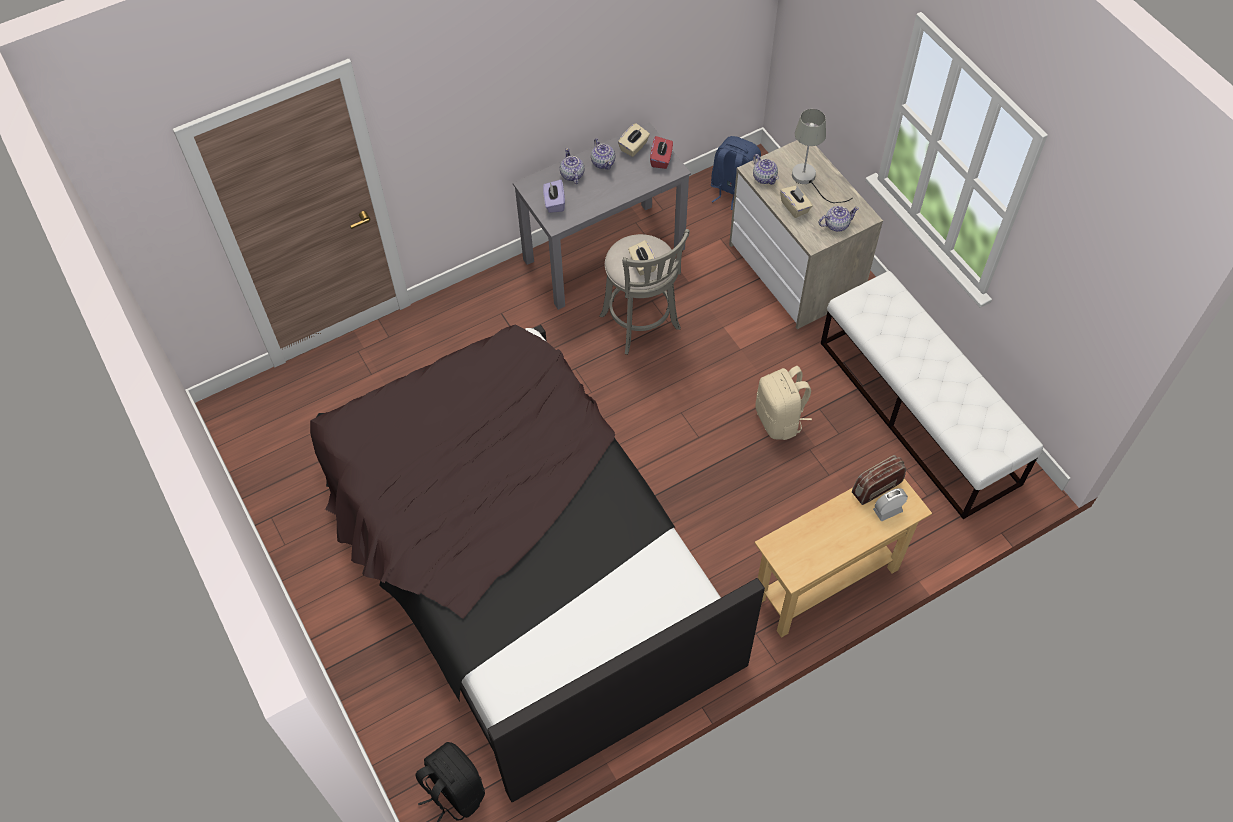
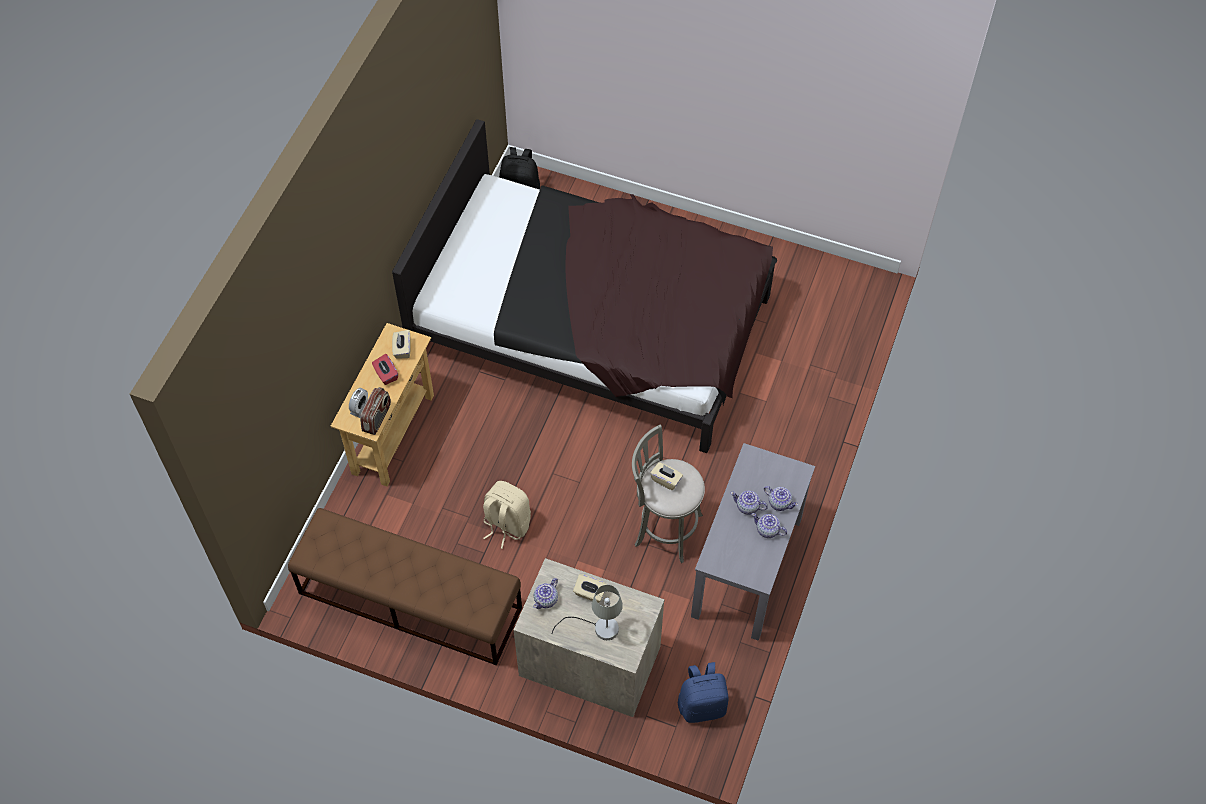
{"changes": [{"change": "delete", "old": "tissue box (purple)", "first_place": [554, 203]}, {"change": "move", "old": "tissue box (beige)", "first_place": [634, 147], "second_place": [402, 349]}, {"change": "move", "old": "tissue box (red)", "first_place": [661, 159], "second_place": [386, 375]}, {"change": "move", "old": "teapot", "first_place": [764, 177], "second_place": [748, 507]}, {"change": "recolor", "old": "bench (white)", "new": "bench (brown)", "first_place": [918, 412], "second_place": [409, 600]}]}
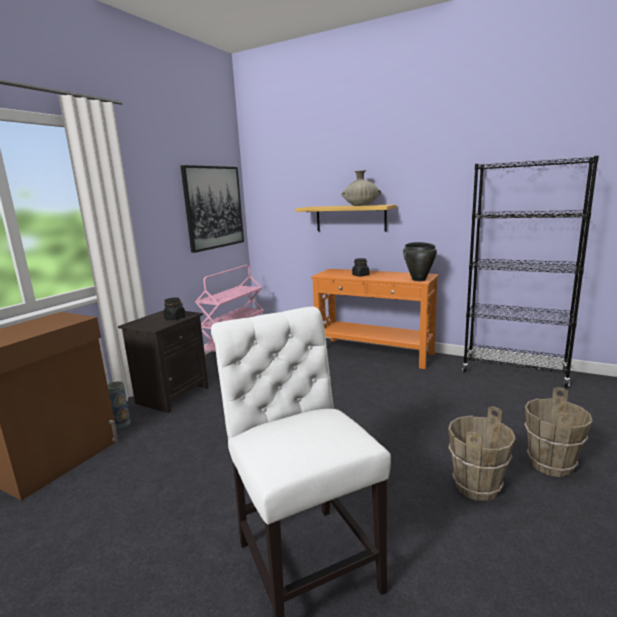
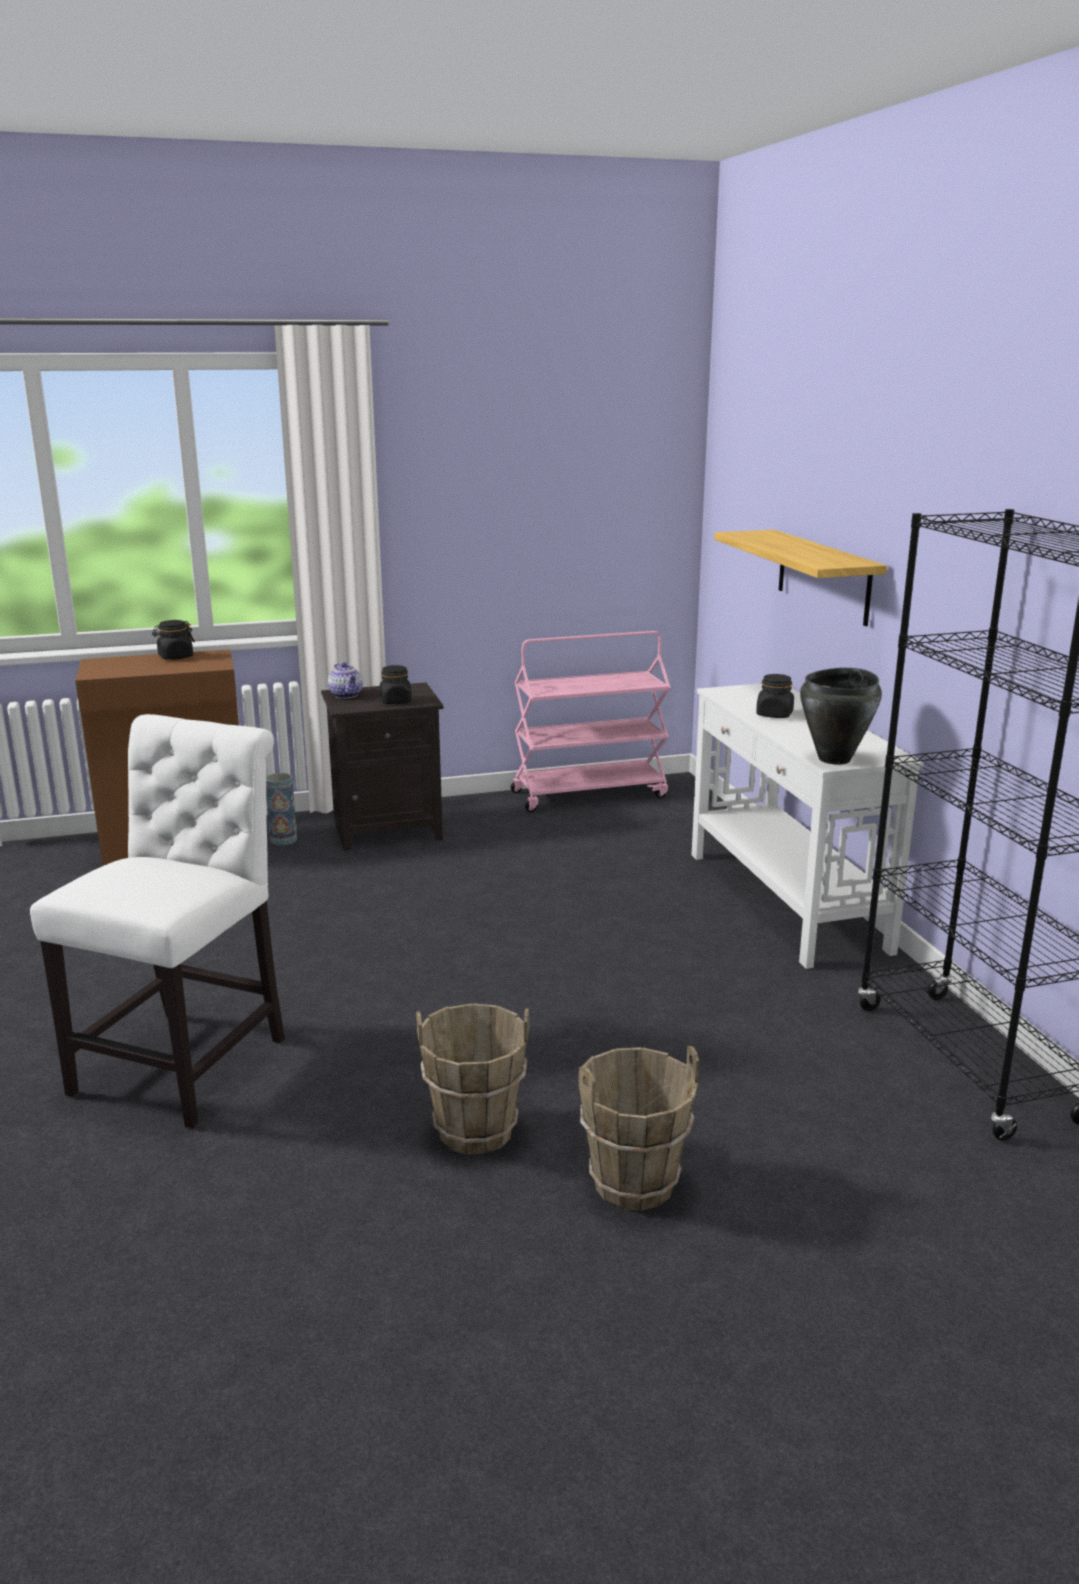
{"changes": [{"change": "delete", "old": "picture", "first_place": [214, 207]}, {"change": "recolor", "old": "console table (orange)", "new": "console table (white)", "first_place": [374, 353], "second_place": [785, 901]}, {"change": "delete", "old": "vase (beige)", "first_place": [361, 205]}, {"change": "insert", "new": "jar (black)", "second_place": [175, 657]}, {"change": "insert", "new": "teapot", "second_place": [346, 695]}]}
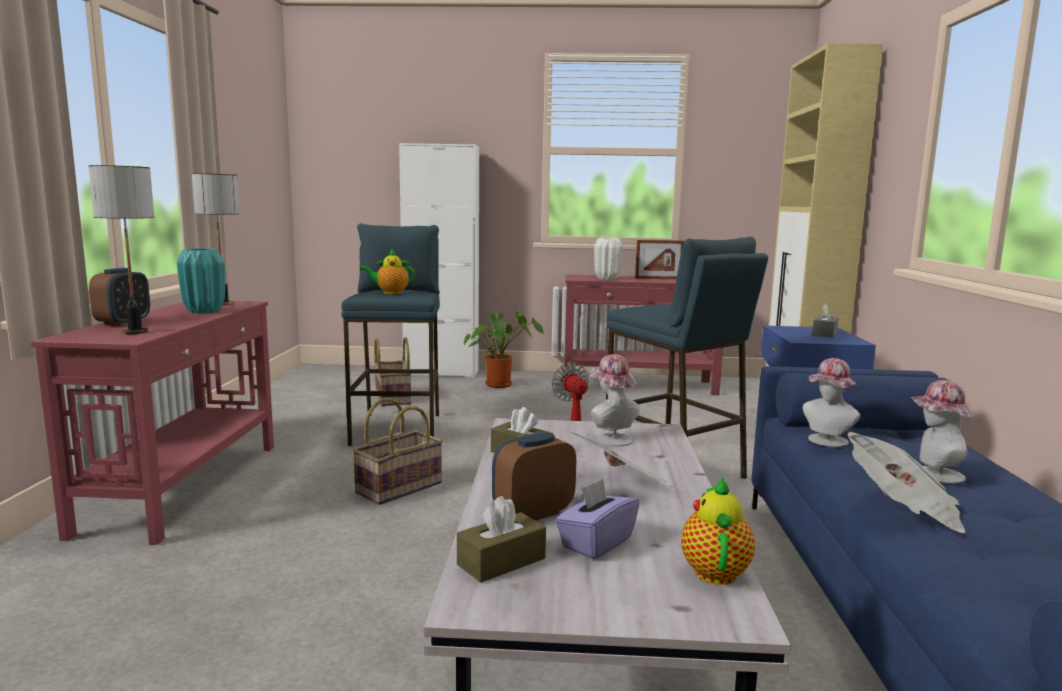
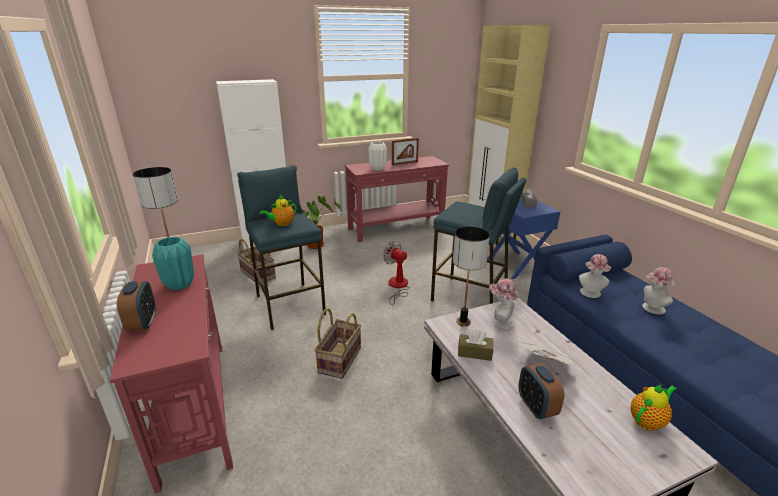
{"changes": [{"change": "move", "old": "table lamp", "first_place": [135, 332], "second_place": [463, 322]}, {"change": "delete", "old": "tissue box (brown)", "first_place": [501, 561]}, {"change": "rotate", "old": "alarm clock", "first_place": [533, 513], "second_place": [536, 407], "degrees": -45}, {"change": "delete", "old": "tissue box (purple)", "first_place": [596, 543]}, {"change": "rotate", "old": "teapot", "first_place": [714, 570], "second_place": [648, 421], "degrees": 75}, {"change": "delete", "old": "newspaper", "first_place": [903, 509]}]}
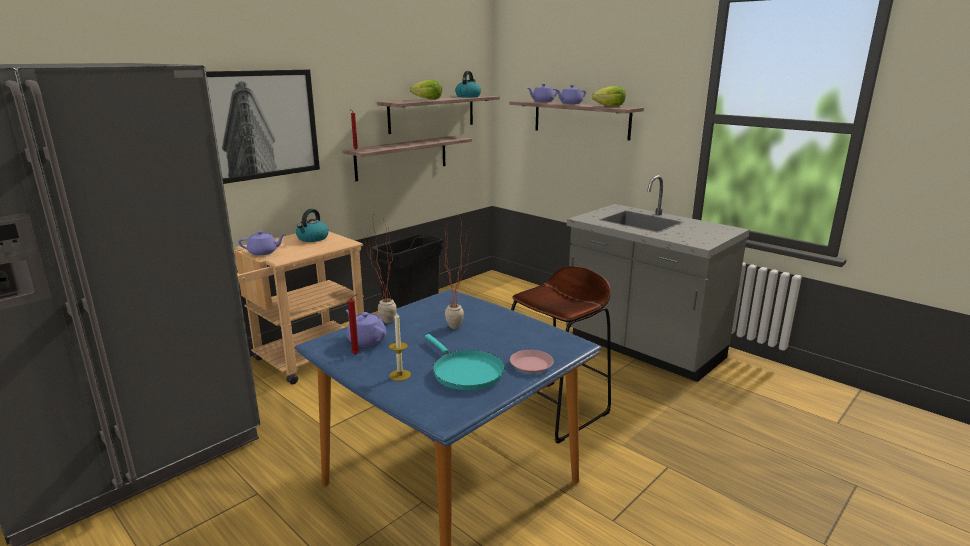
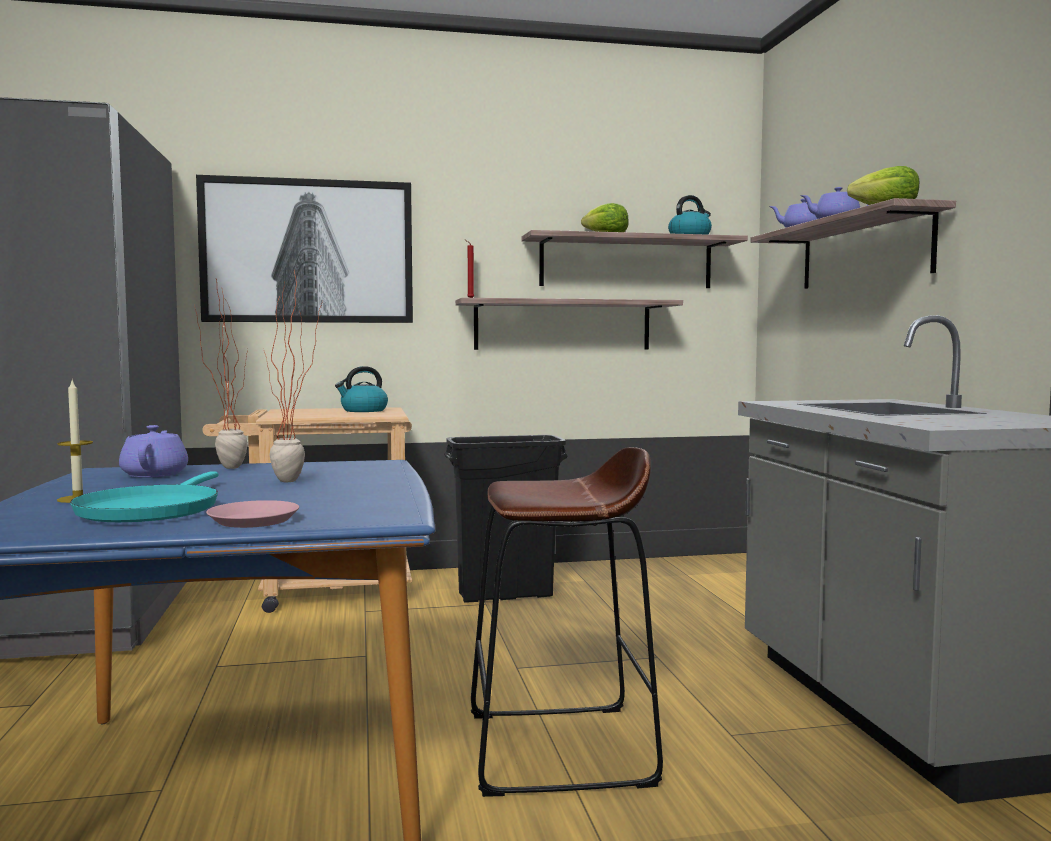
{"changes": [{"change": "delete", "old": "teapot (purple)", "first_place": [263, 252]}, {"change": "delete", "old": "candle (red)", "first_place": [357, 354]}]}
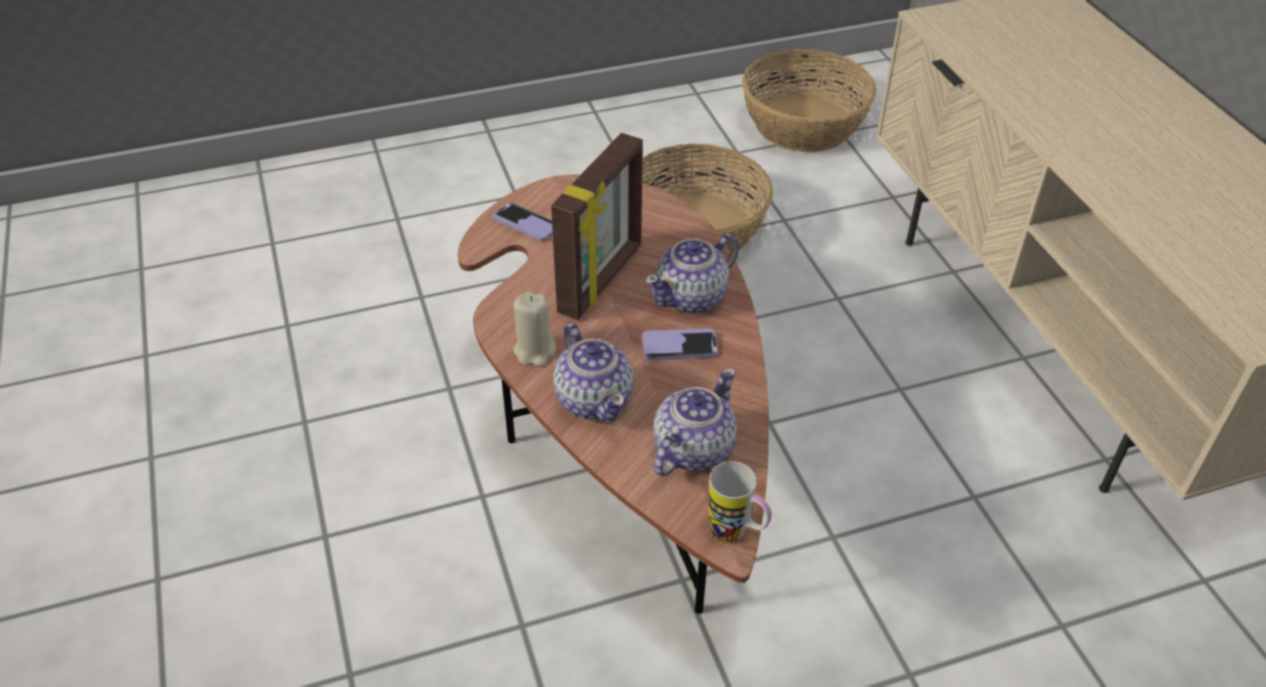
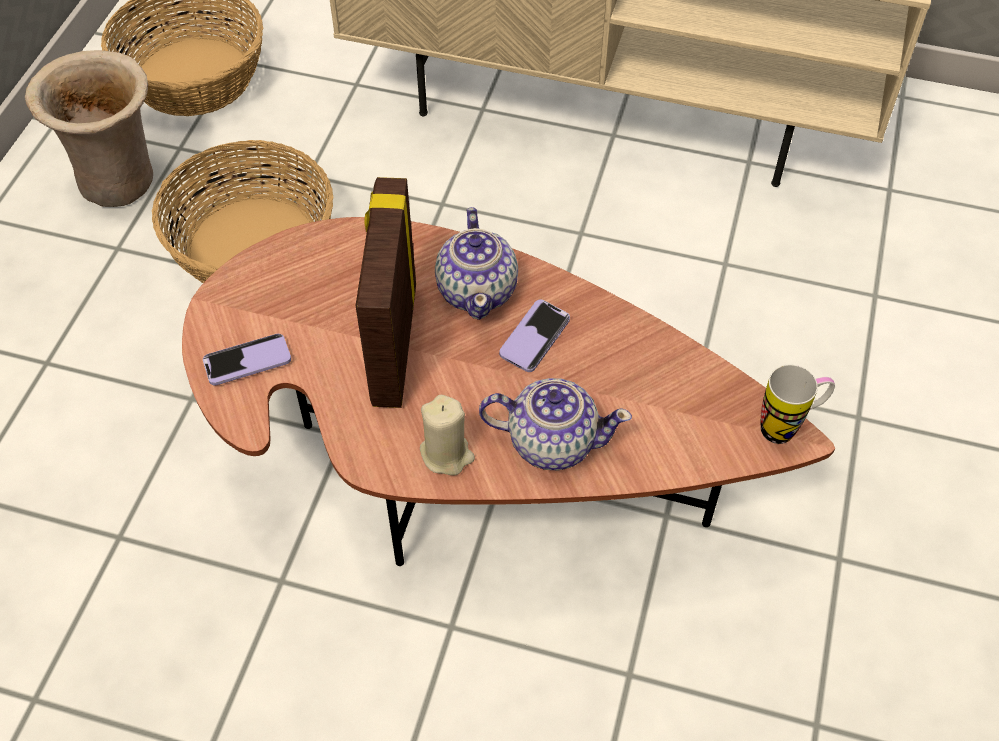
{"changes": [{"change": "rotate", "old": "picture frame", "first_place": [602, 280], "second_place": [392, 344], "degrees": -150}, {"change": "delete", "old": "teapot", "first_place": [692, 450]}, {"change": "insert", "new": "vase (beige)", "second_place": [120, 180]}]}
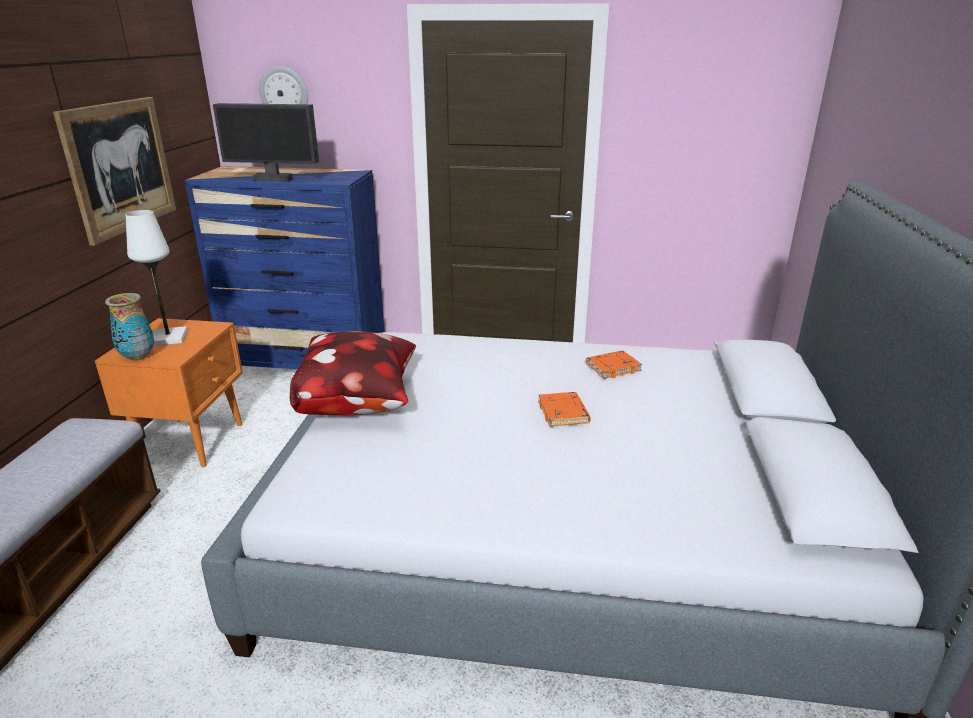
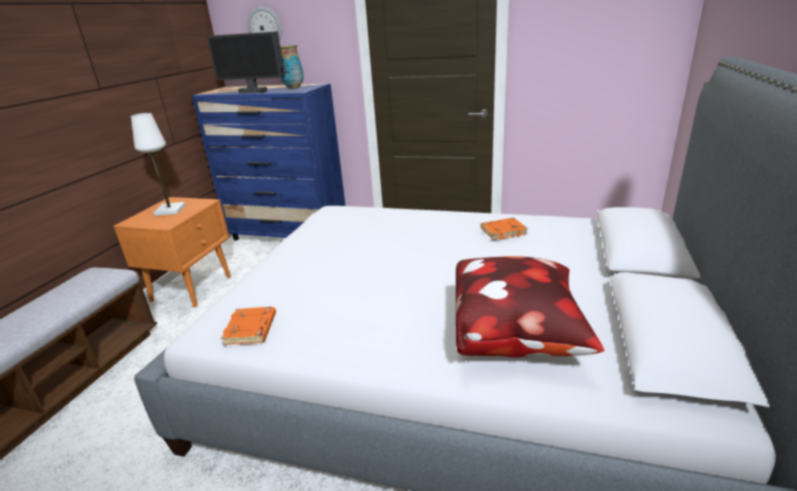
{"changes": [{"change": "delete", "old": "picture", "first_place": [120, 167]}, {"change": "move", "old": "vase", "first_place": [137, 357], "second_place": [293, 88]}, {"change": "move", "old": "pillow", "first_place": [360, 403], "second_place": [516, 337]}, {"change": "move", "old": "book (orange)", "first_place": [564, 413], "second_place": [251, 329]}]}
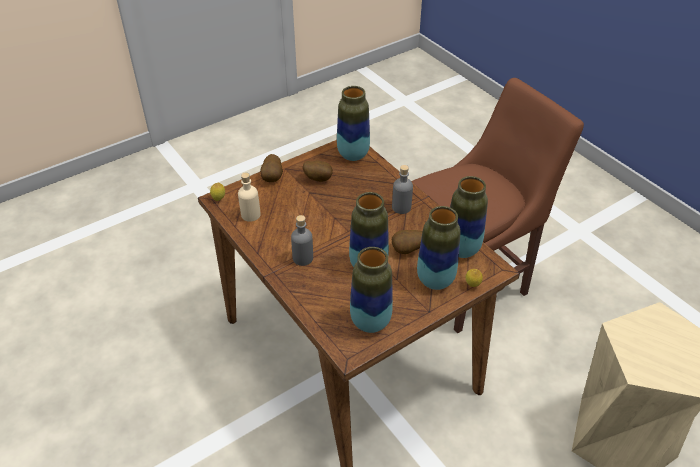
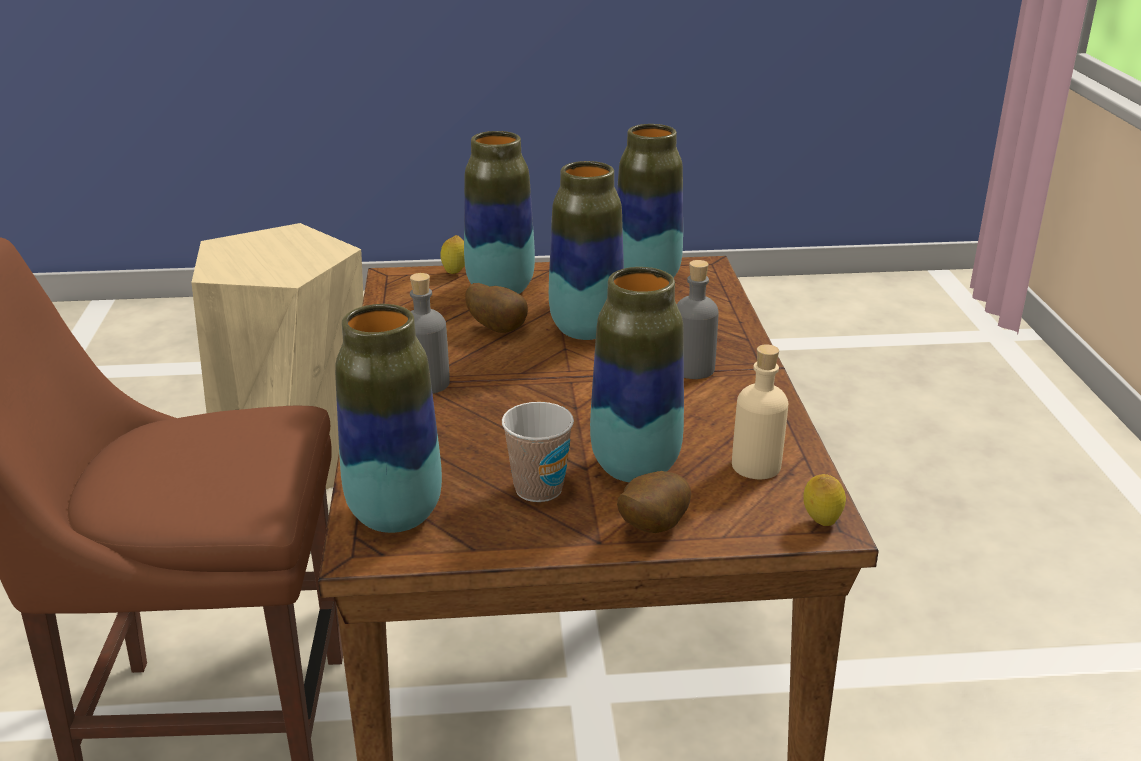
{"changes": [{"change": "replace", "old": "potato", "new": "cup", "first_place": [318, 179], "second_place": [538, 489]}, {"change": "move", "old": "vase", "first_place": [462, 249], "second_place": [635, 468]}]}
